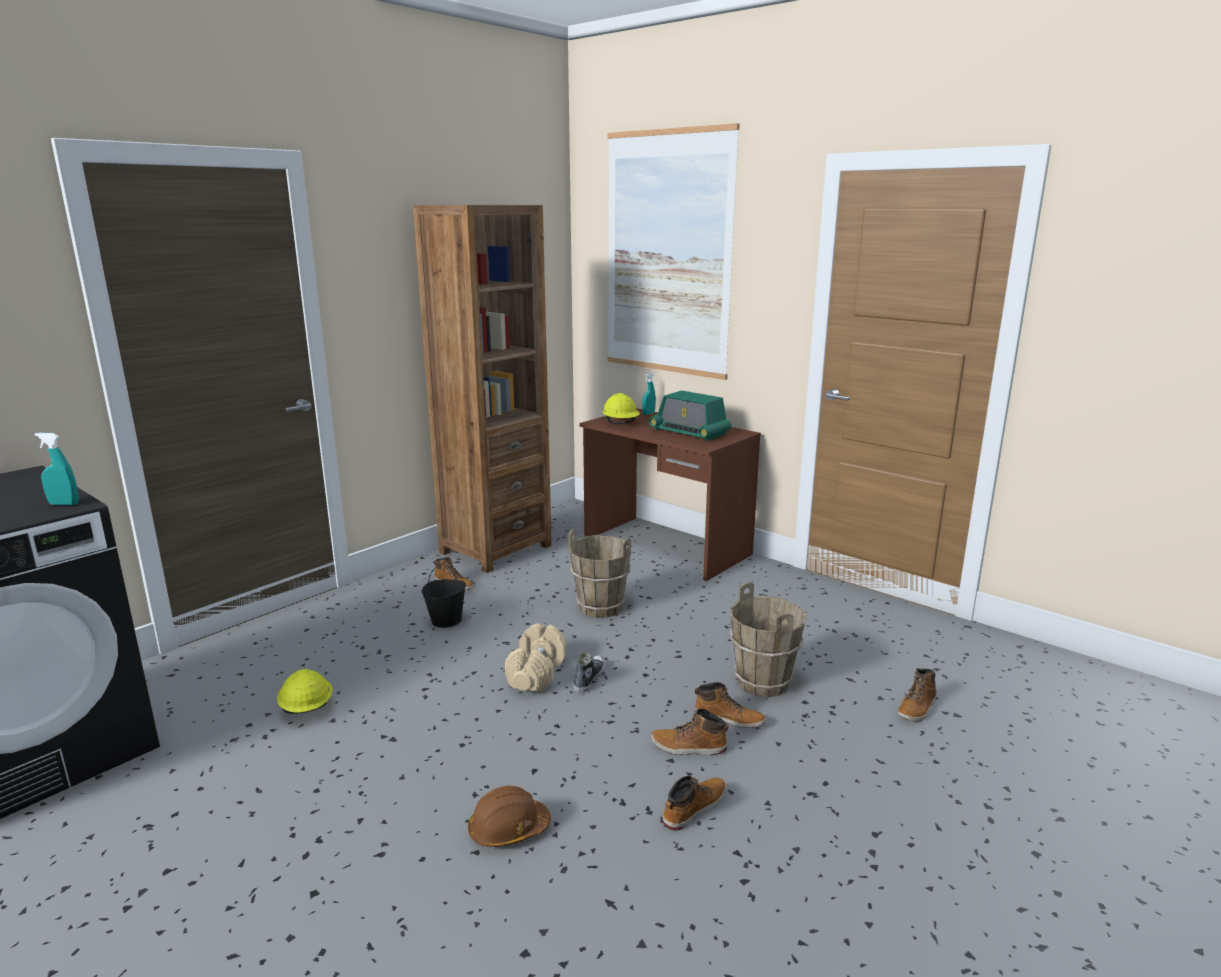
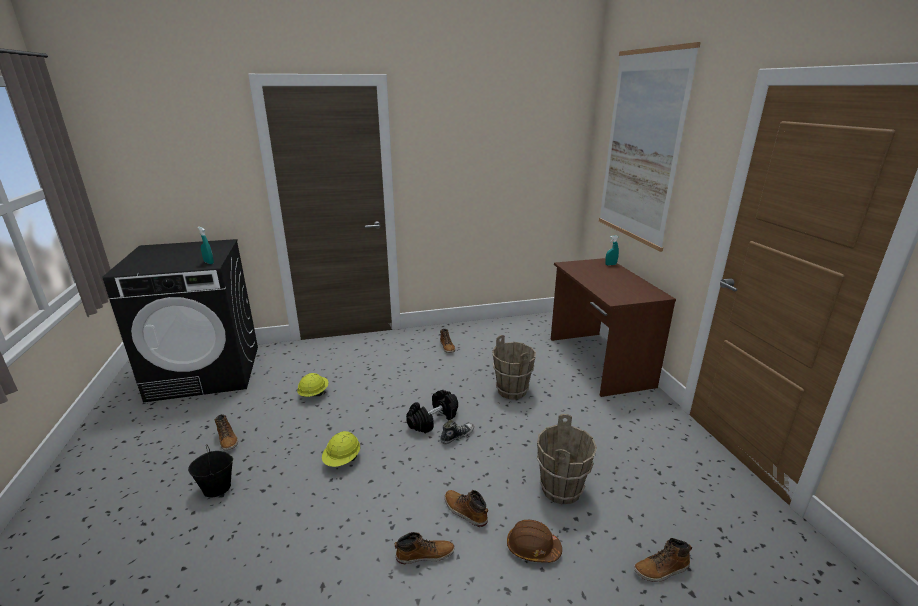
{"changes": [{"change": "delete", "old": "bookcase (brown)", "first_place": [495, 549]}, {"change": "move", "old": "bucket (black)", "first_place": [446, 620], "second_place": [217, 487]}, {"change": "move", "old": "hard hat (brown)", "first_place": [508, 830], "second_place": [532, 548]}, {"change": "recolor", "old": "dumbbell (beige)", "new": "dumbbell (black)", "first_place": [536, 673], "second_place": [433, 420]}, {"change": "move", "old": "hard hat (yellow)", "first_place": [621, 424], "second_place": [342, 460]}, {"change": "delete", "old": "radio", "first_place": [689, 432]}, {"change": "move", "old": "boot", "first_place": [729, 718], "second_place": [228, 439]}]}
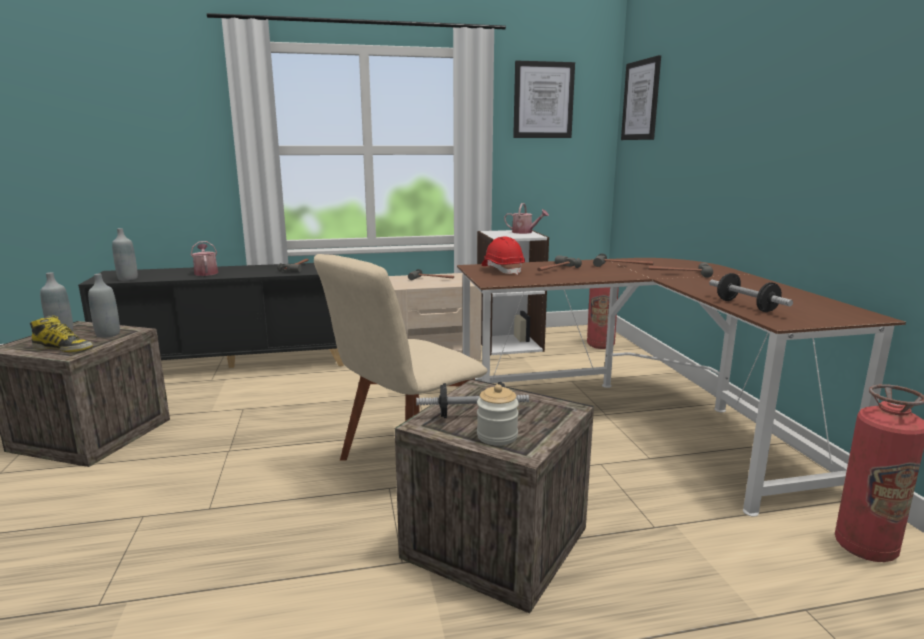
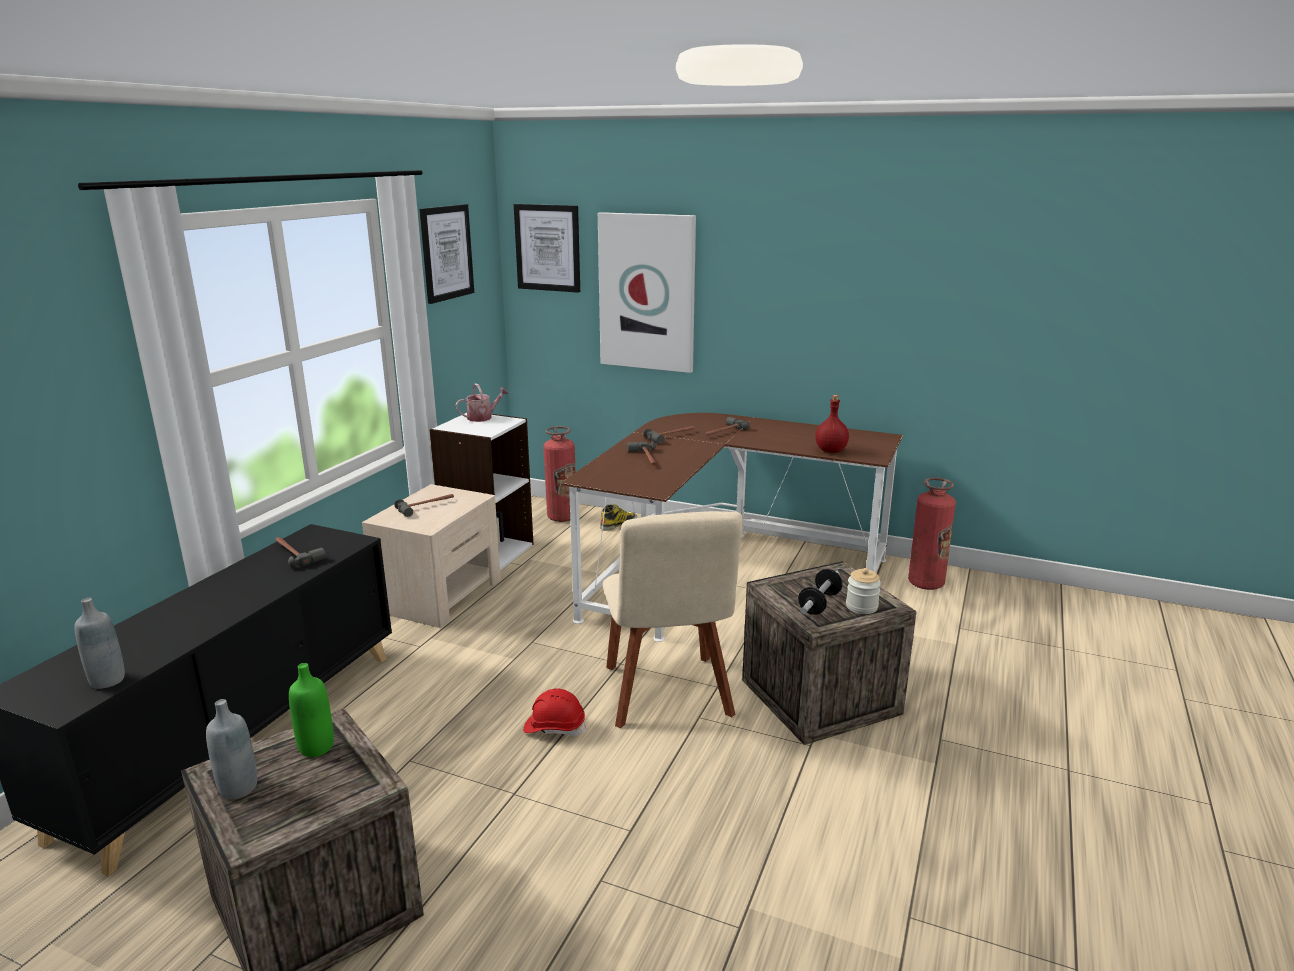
{"changes": [{"change": "move", "old": "boot", "first_place": [63, 348], "second_place": [618, 524]}, {"change": "recolor", "old": "bottle (grey)", "new": "bottle (green)", "first_place": [108, 334], "second_place": [316, 747]}, {"change": "delete", "old": "watering can", "first_place": [206, 272]}, {"change": "move", "old": "hard hat (red)", "first_place": [502, 270], "second_place": [554, 727]}, {"change": "replace", "old": "dumbbell", "new": "bottle (red)", "first_place": [746, 306], "second_place": [831, 450]}, {"change": "insert", "new": "picture", "second_place": [647, 292]}]}
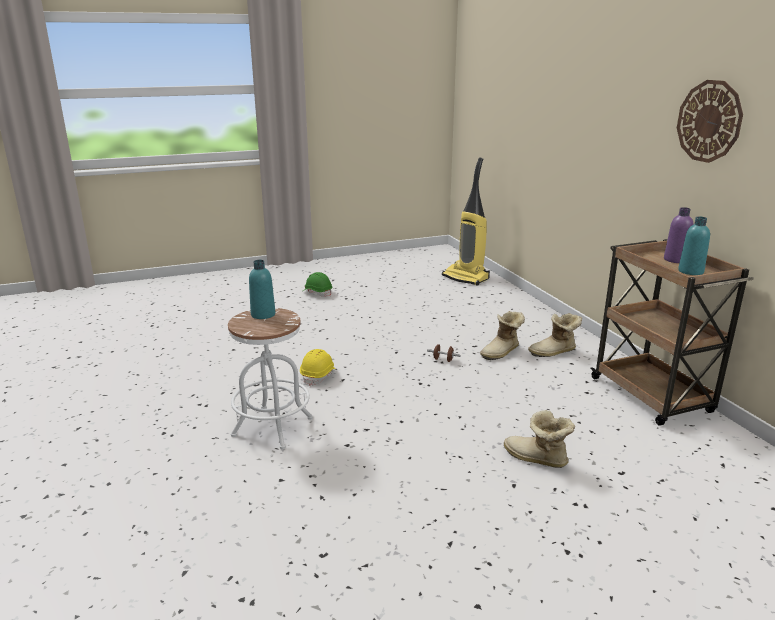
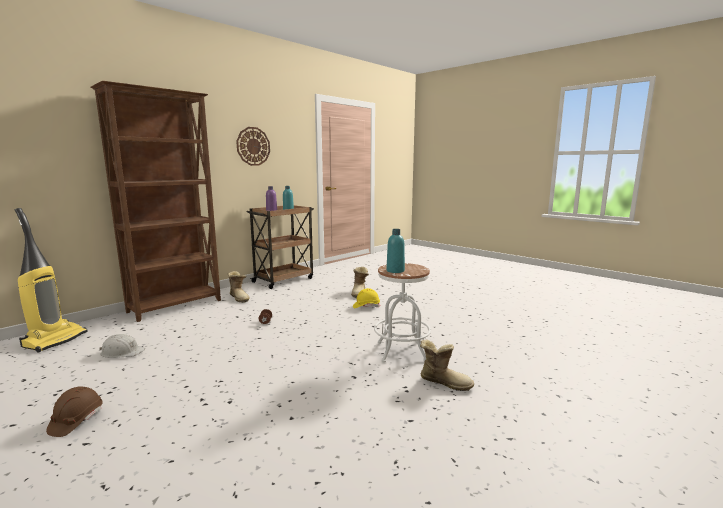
{"changes": [{"change": "move", "old": "hard hat (yellow)", "first_place": [318, 375], "second_place": [366, 306]}, {"change": "recolor", "old": "hard hat (green)", "new": "hard hat (brown)", "first_place": [317, 293], "second_place": [76, 421]}, {"change": "move", "old": "boot", "first_place": [502, 352], "second_place": [444, 382]}, {"change": "insert", "new": "bookcase (brown)", "second_place": [176, 306]}, {"change": "insert", "new": "hard hat (white)", "second_place": [122, 352]}]}
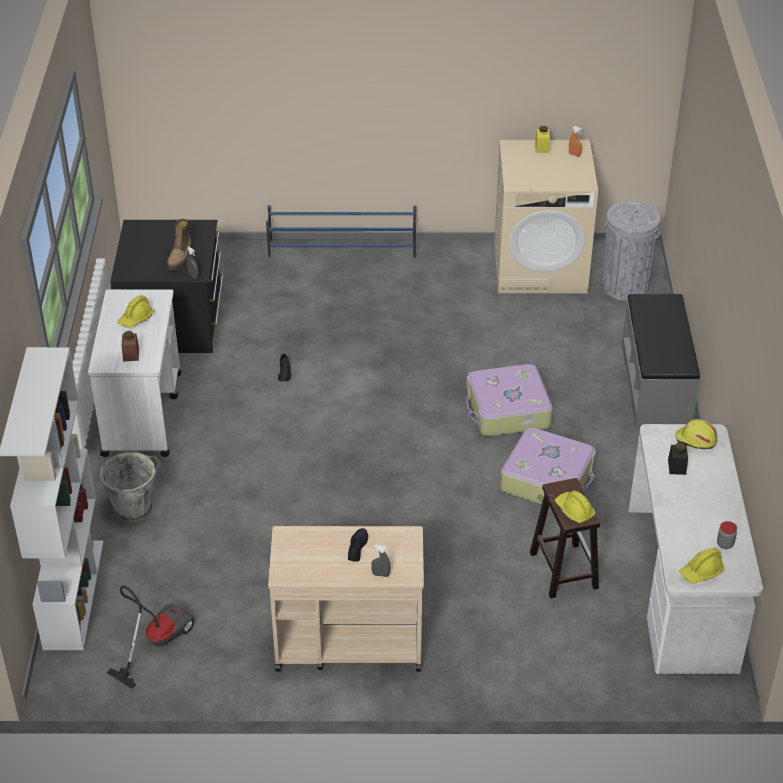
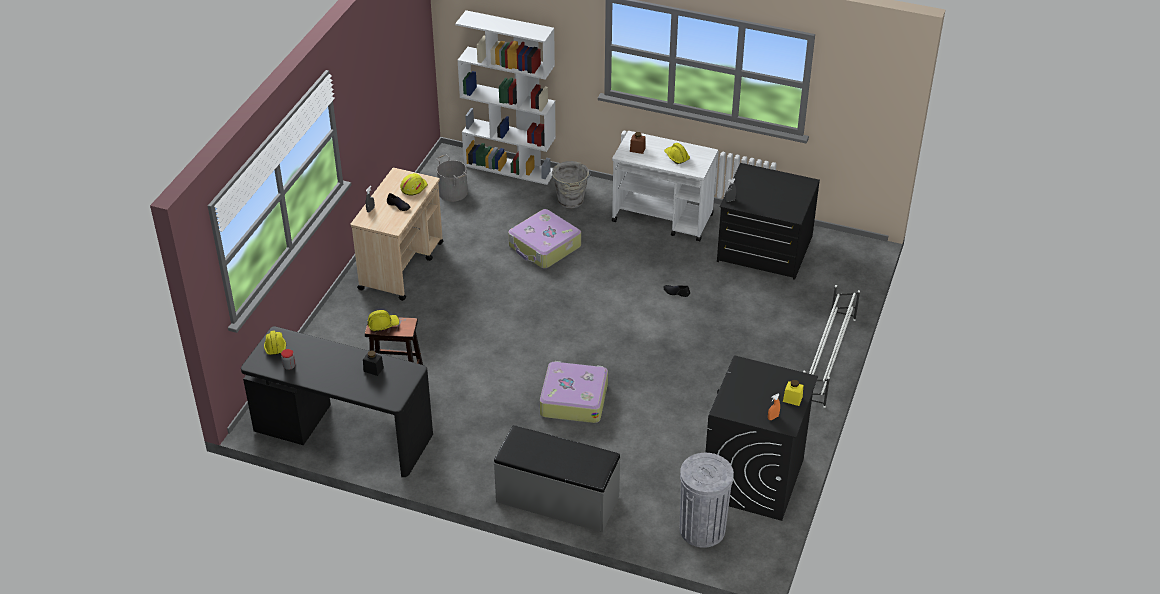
{"changes": [{"change": "replace", "old": "vacuum cleaner", "new": "bucket (grey)", "first_place": [156, 641], "second_place": [452, 192]}, {"change": "delete", "old": "boot", "first_place": [180, 258]}, {"change": "recolor", "old": "shoe rack (blue)", "new": "shoe rack (white)", "first_place": [343, 249], "second_place": [827, 359]}, {"change": "recolor", "old": "washing machine (beige)", "new": "washing machine (black)", "first_place": [540, 267], "second_place": [753, 479]}, {"change": "move", "old": "suitcase", "first_place": [548, 479], "second_place": [544, 247]}, {"change": "recolor", "old": "desk (white)", "new": "desk (black)", "first_place": [683, 587], "second_place": [343, 433]}, {"change": "move", "old": "hard hat (yellow)", "first_place": [695, 441], "second_place": [413, 187]}]}
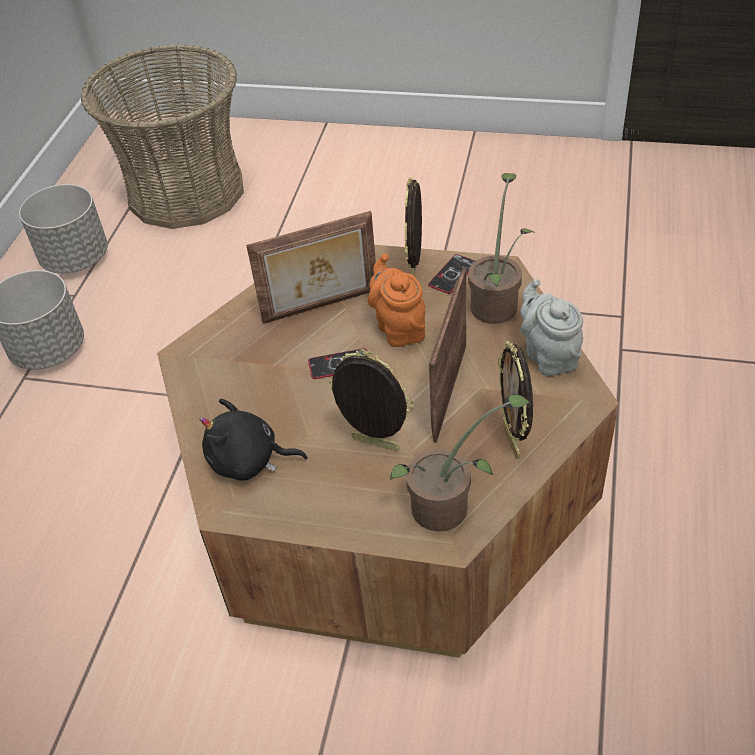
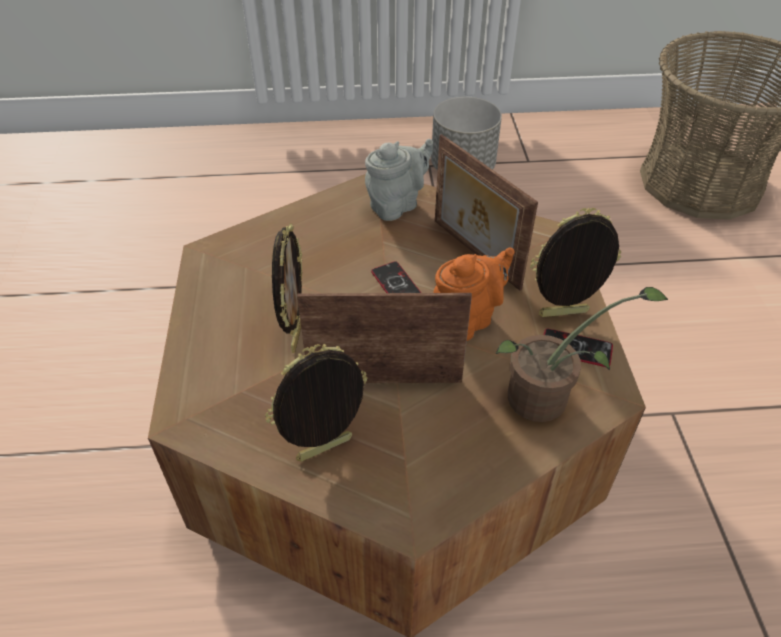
{"changes": [{"change": "delete", "old": "planter (grey)", "first_place": [76, 258]}, {"change": "delete", "old": "plush toy (black)", "first_place": [249, 461]}, {"change": "delete", "old": "potted plant", "first_place": [448, 507]}, {"change": "move", "old": "teapot (grey)", "first_place": [548, 355], "second_place": [397, 205]}]}
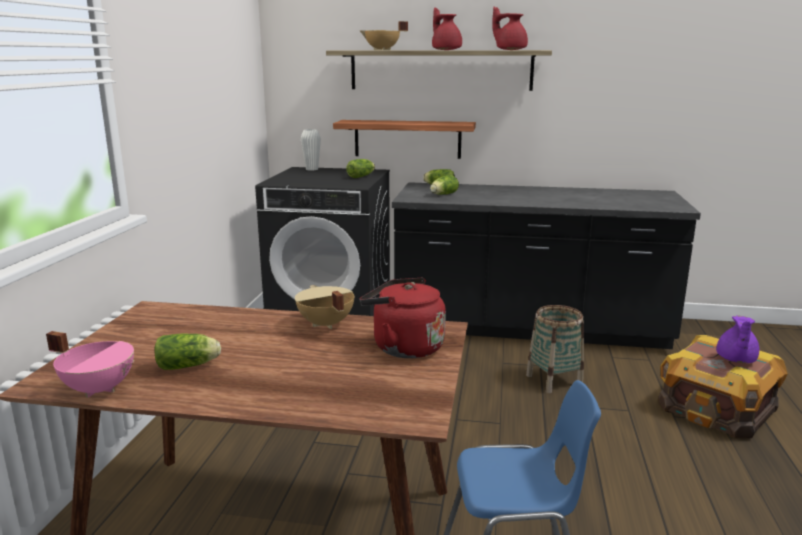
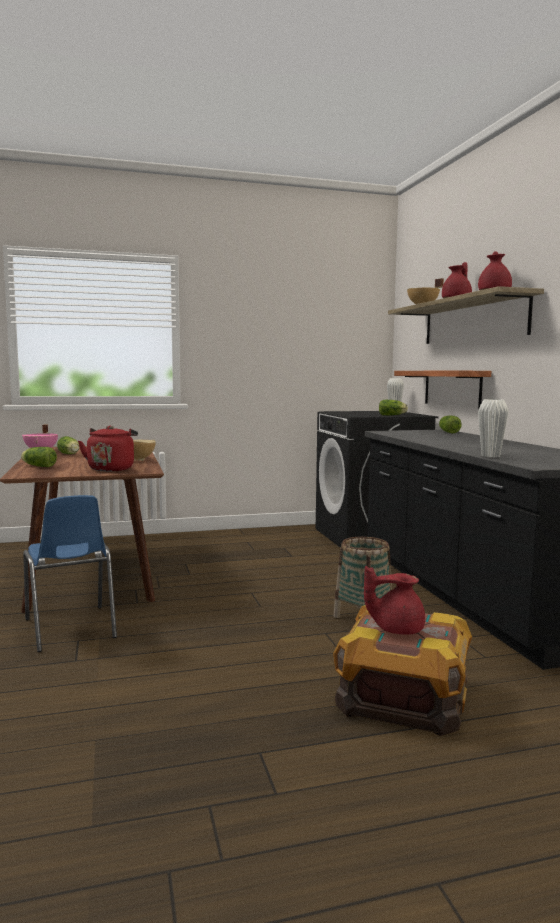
{"changes": [{"change": "move", "old": "lettuce", "first_place": [443, 194], "second_place": [38, 466]}, {"change": "recolor", "old": "teapot (purple)", "new": "teapot (red)", "first_place": [735, 359], "second_place": [396, 628]}, {"change": "insert", "new": "vase (white)", "second_place": [490, 456]}]}
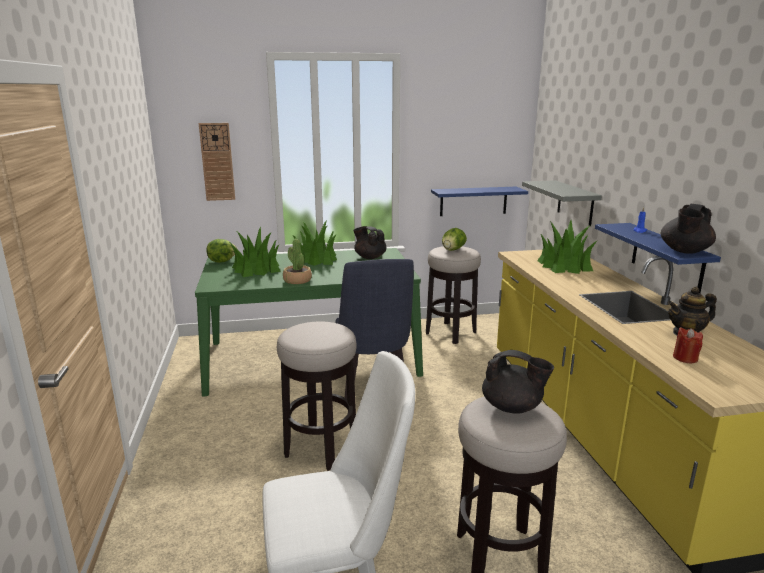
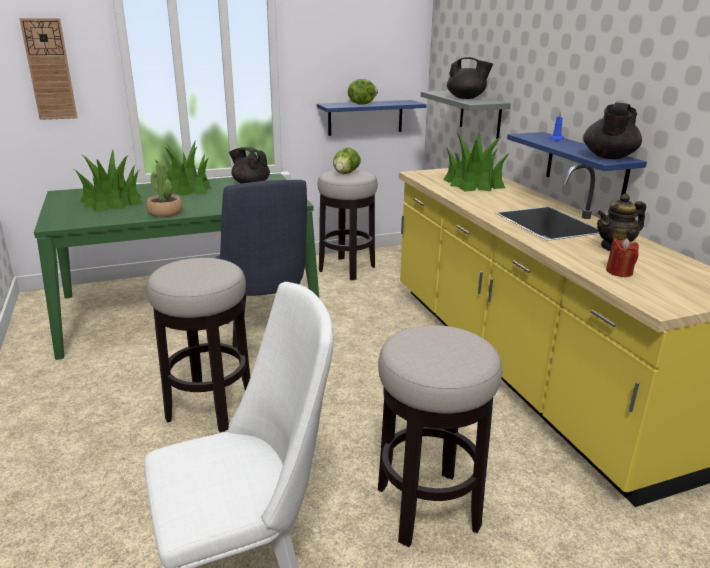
{"changes": [{"change": "move", "old": "lettuce", "first_place": [222, 261], "second_place": [361, 104]}, {"change": "move", "old": "teapot (black)", "first_place": [512, 407], "second_place": [466, 98]}]}
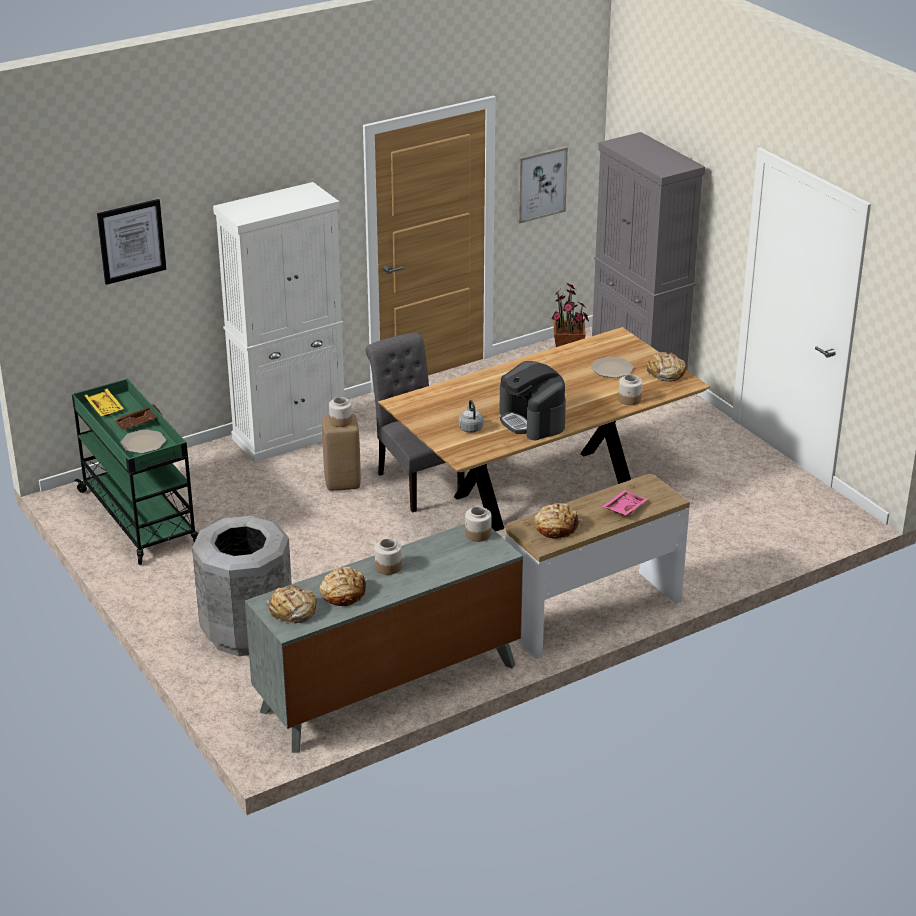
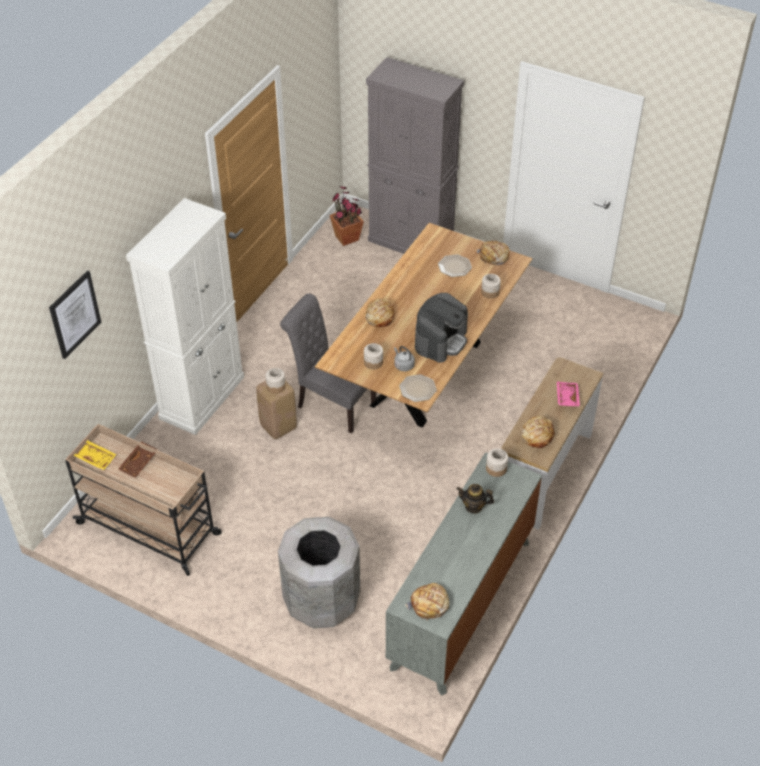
{"changes": [{"change": "recolor", "old": "cart (green)", "new": "cart (beige)", "first_place": [140, 518], "second_place": [150, 529]}, {"change": "move", "old": "plate", "first_place": [142, 443], "second_place": [417, 389]}, {"change": "move", "old": "bread", "first_place": [343, 593], "second_place": [379, 317]}, {"change": "move", "old": "jar", "first_place": [388, 567], "second_place": [373, 362]}, {"change": "rotate", "old": "coffee machine", "first_place": [532, 421], "second_place": [440, 340], "degrees": -90}, {"change": "delete", "old": "picture", "first_place": [541, 184]}, {"change": "insert", "new": "teapot", "second_place": [474, 506]}]}
